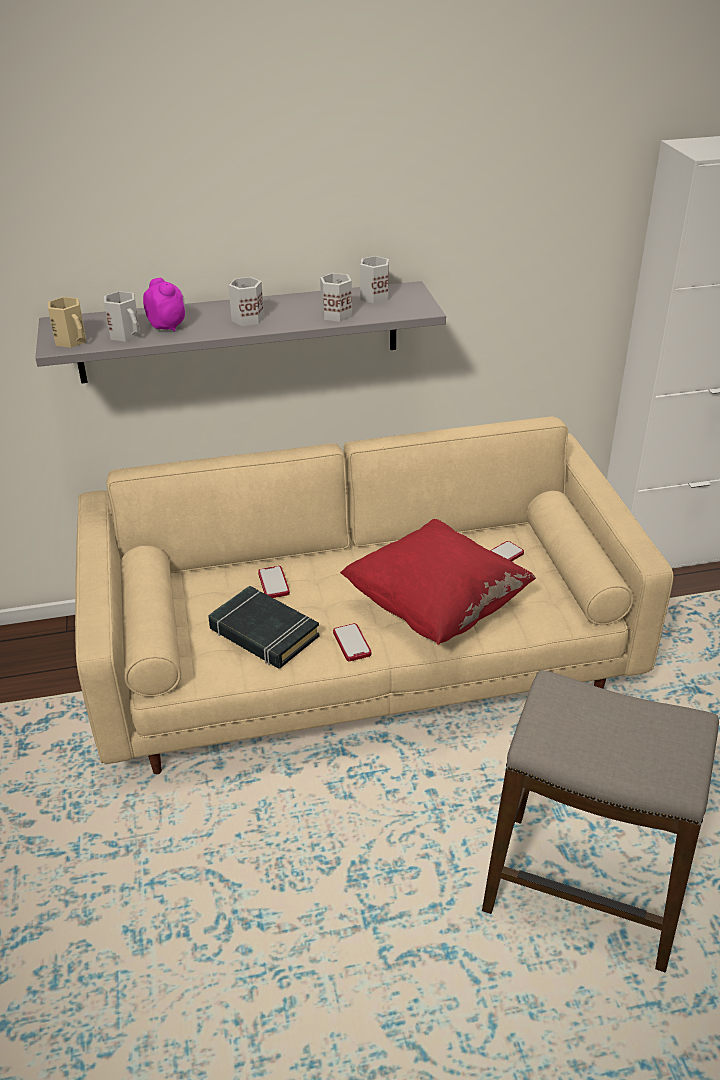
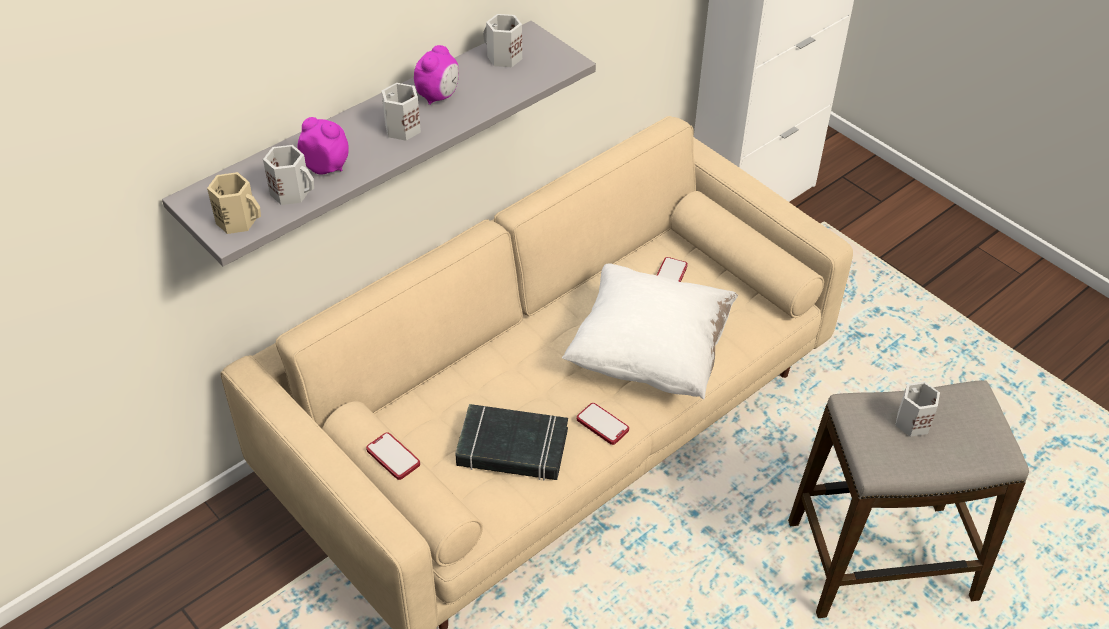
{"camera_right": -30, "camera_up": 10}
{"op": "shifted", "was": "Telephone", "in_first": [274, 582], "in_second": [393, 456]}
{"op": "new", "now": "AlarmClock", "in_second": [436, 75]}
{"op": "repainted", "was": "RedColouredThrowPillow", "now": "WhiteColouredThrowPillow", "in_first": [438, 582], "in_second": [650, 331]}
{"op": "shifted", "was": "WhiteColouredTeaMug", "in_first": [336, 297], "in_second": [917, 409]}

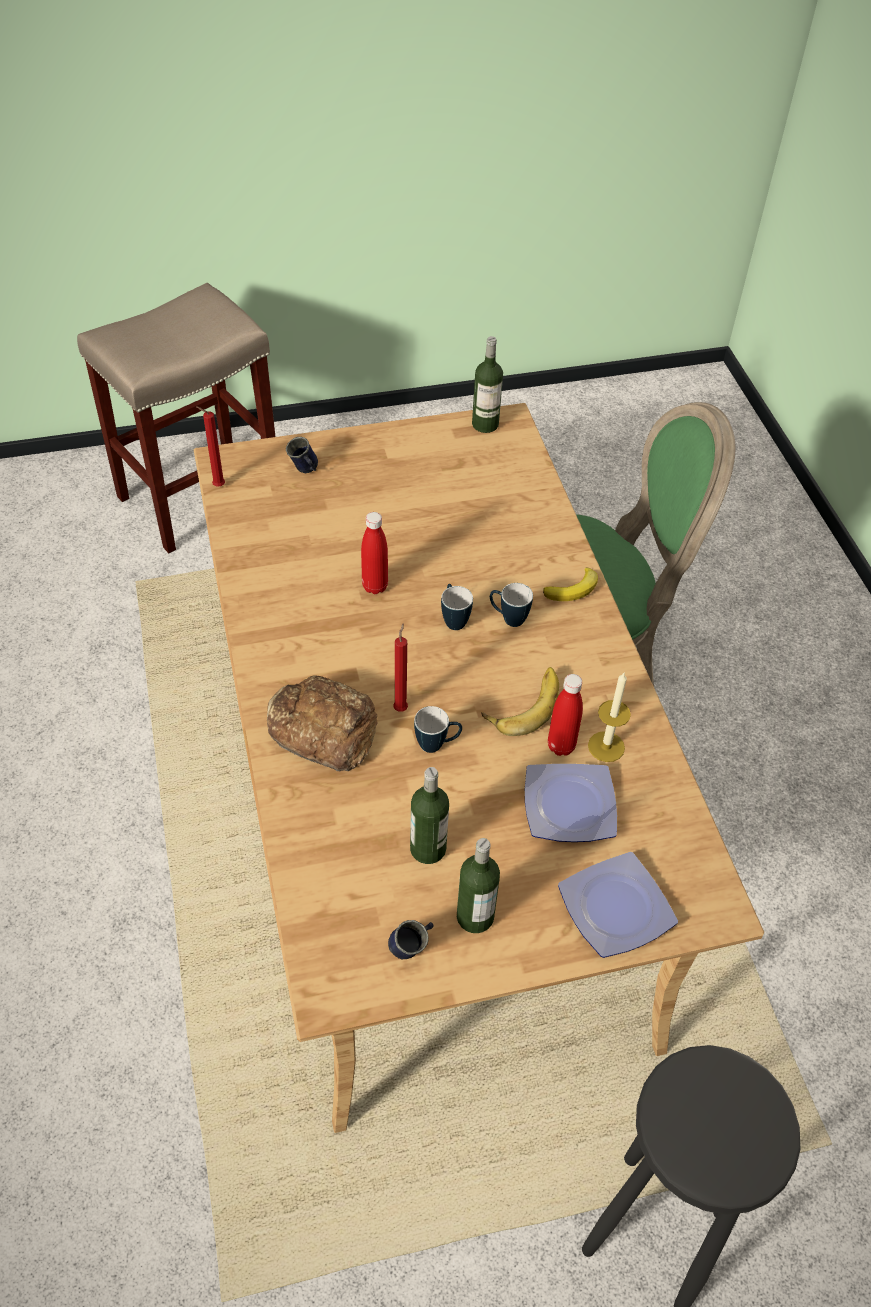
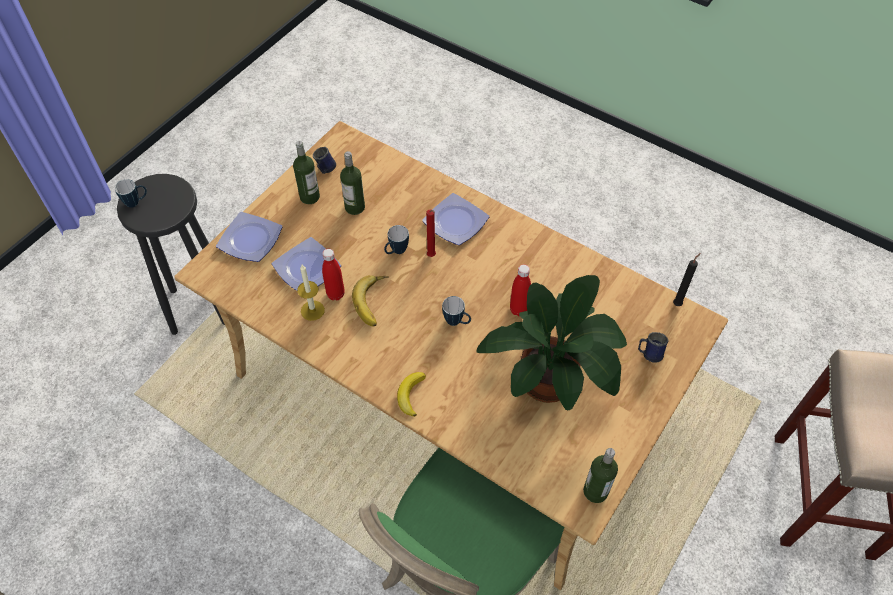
{"camera_right": 140, "camera_up": 5}
{"op": "shifted", "was": "TeaMug", "in_first": [511, 605], "in_second": [131, 193]}
{"op": "swapped", "was": "BakedBread", "now": "Plate", "in_first": [322, 723], "in_second": [455, 219]}
{"op": "new", "now": "Houseplant", "in_second": [551, 342]}
{"op": "repainted", "was": "RedColouredWaxCandle", "now": "BlackWaxCandle", "in_first": [210, 446], "in_second": [687, 279]}

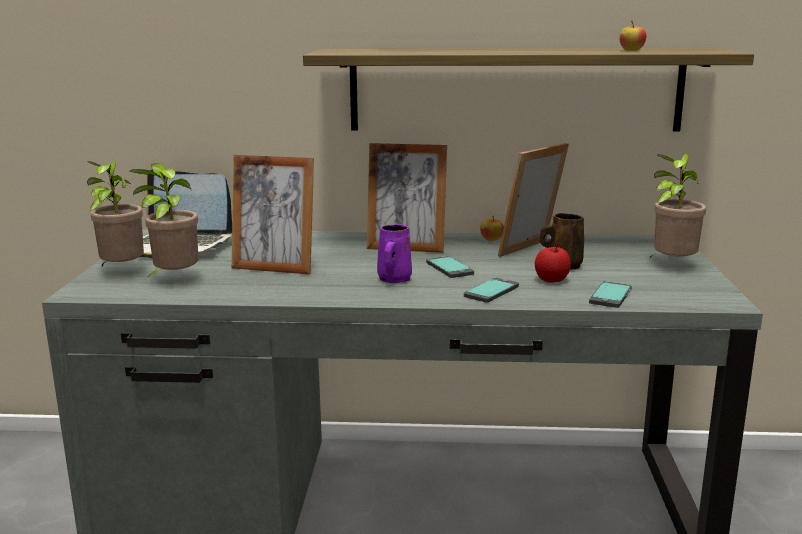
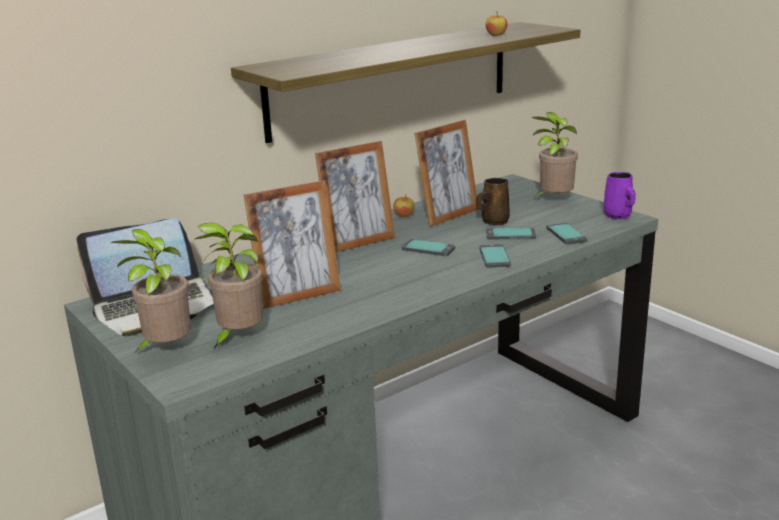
{"camera_right": -40, "camera_up": 5}
{"op": "rotated", "was": "StandingFrame", "in_first": [533, 200], "in_second": [446, 173], "clockwise": -135}
{"op": "swapped", "was": "AppleFruit", "now": "Telephone", "in_first": [553, 263], "in_second": [511, 233]}
{"op": "shifted", "was": "PurpleTeaMug", "in_first": [394, 253], "in_second": [619, 195]}

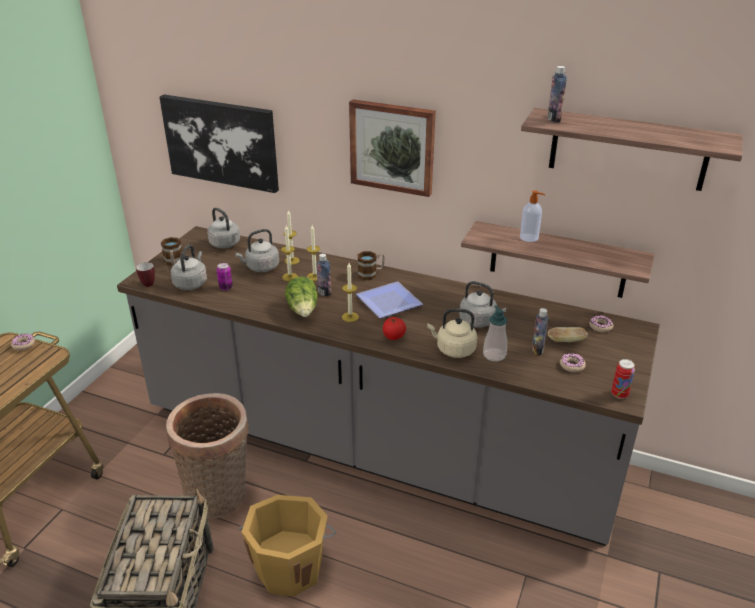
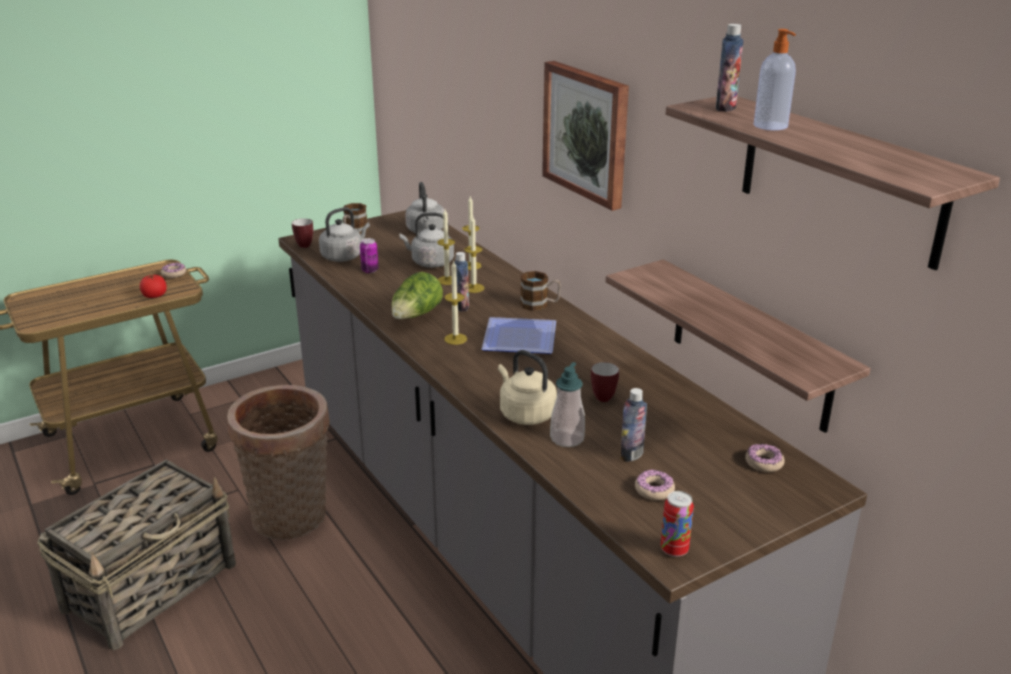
{"camera_right": 35, "camera_up": -5}
{"op": "shifted", "was": "Tomato", "in_first": [394, 328], "in_second": [153, 286]}
{"op": "swapped", "was": "GreyKettle", "now": "TeaMug", "in_first": [483, 304], "in_second": [605, 382]}
{"op": "shifted", "was": "SoapBottle", "in_first": [533, 216], "in_second": [775, 80]}
{"op": "gone", "was": "Picture", "in_first": [219, 144]}
{"op": "gone", "was": "OrangePail", "in_first": [288, 546]}
{"op": "gone", "was": "BakedBread", "in_first": [568, 334]}

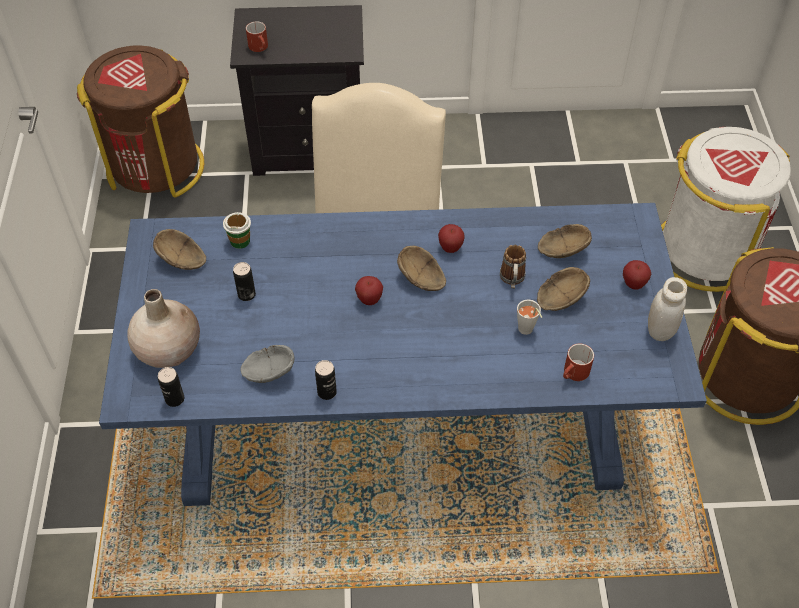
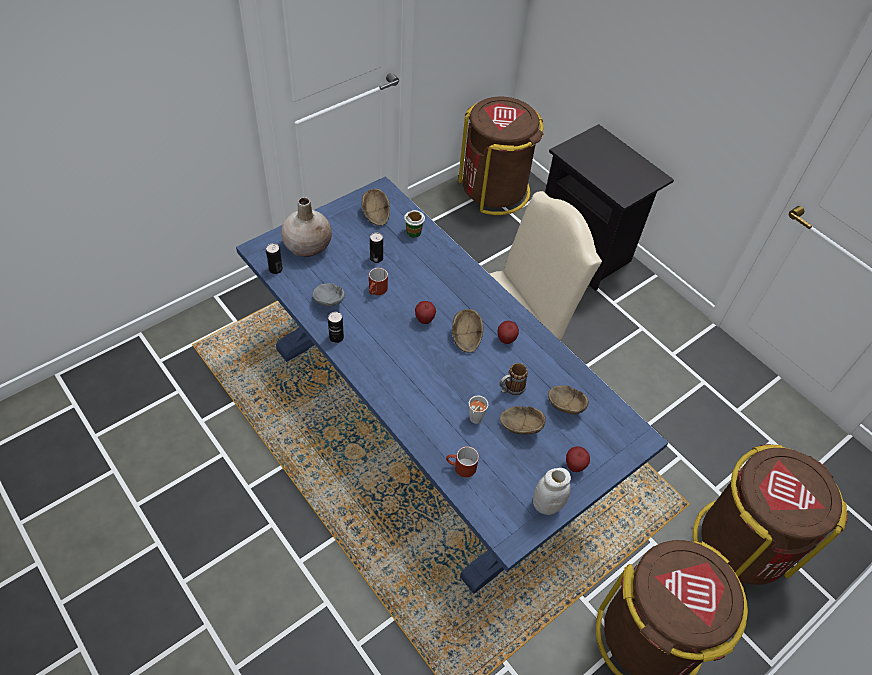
{"camera_right": 50, "camera_up": 0}
{"op": "shifted", "was": "RedColouredTeaMug", "in_first": [257, 36], "in_second": [378, 281]}
{"op": "repainted", "was": "WhiteColouredWasteBin", "now": "BrownWasteBin", "in_first": [726, 209], "in_second": [770, 514]}

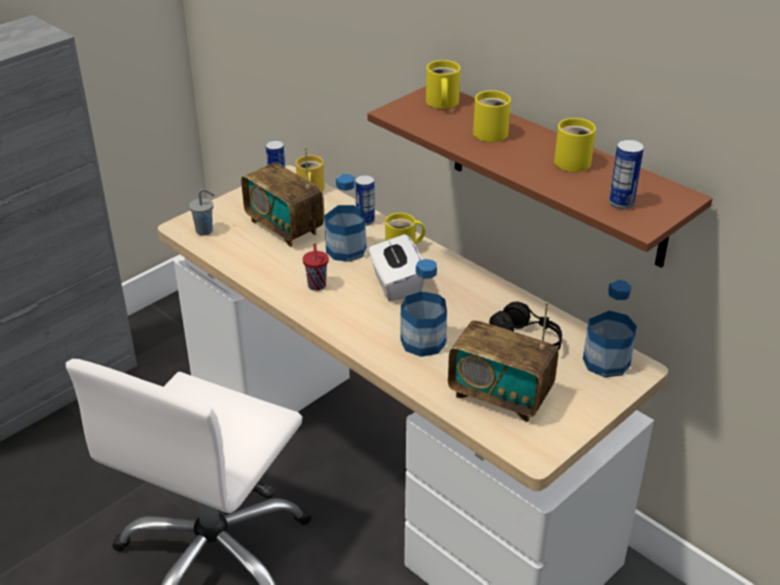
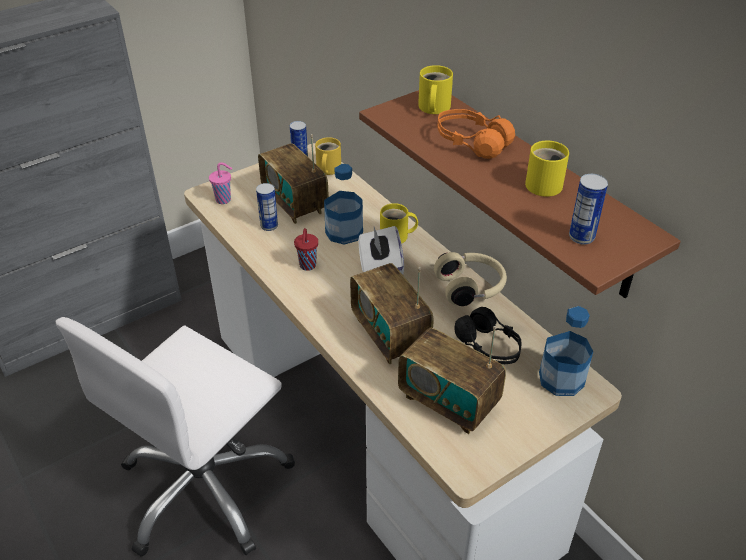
{"camera_right": 10, "camera_up": 5}
{"op": "repainted", "was": "GreyCup", "now": "PinkColouredCup", "in_first": [202, 212], "in_second": [220, 183]}
{"op": "shifted", "was": "SealedCan", "in_first": [365, 200], "in_second": [267, 207]}
{"op": "swapped", "was": "DrinkBottle", "now": "Radio", "in_first": [423, 308], "in_second": [392, 313]}
{"op": "new", "now": "SandColouredHeadphones", "in_second": [470, 279]}
{"op": "swapped", "was": "YellowishTeaMug", "now": "OrangeHeadphones", "in_first": [492, 116], "in_second": [476, 134]}

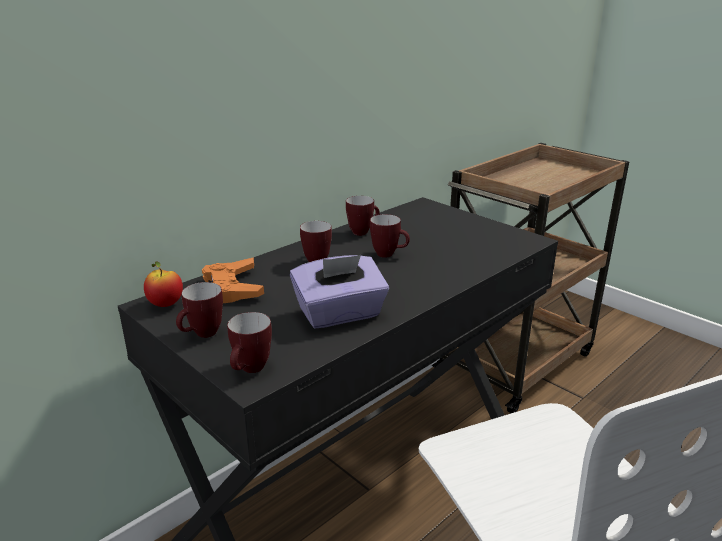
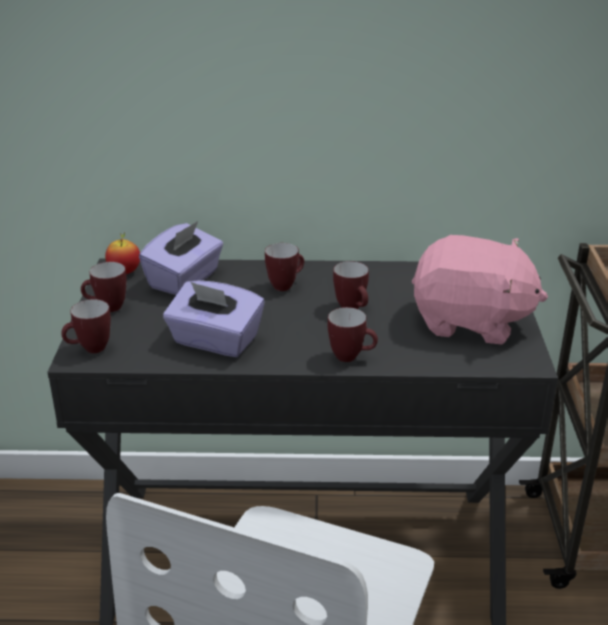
{"camera_right": 45, "camera_up": 5}
{"op": "swapped", "was": "OrangeGamepad", "now": "PurpleBoxOfTissues", "in_first": [233, 280], "in_second": [181, 258]}
{"op": "shifted", "was": "TeaMug", "in_first": [363, 216], "in_second": [353, 334]}
{"op": "new", "now": "PinkColouredSoftToy", "in_second": [480, 290]}

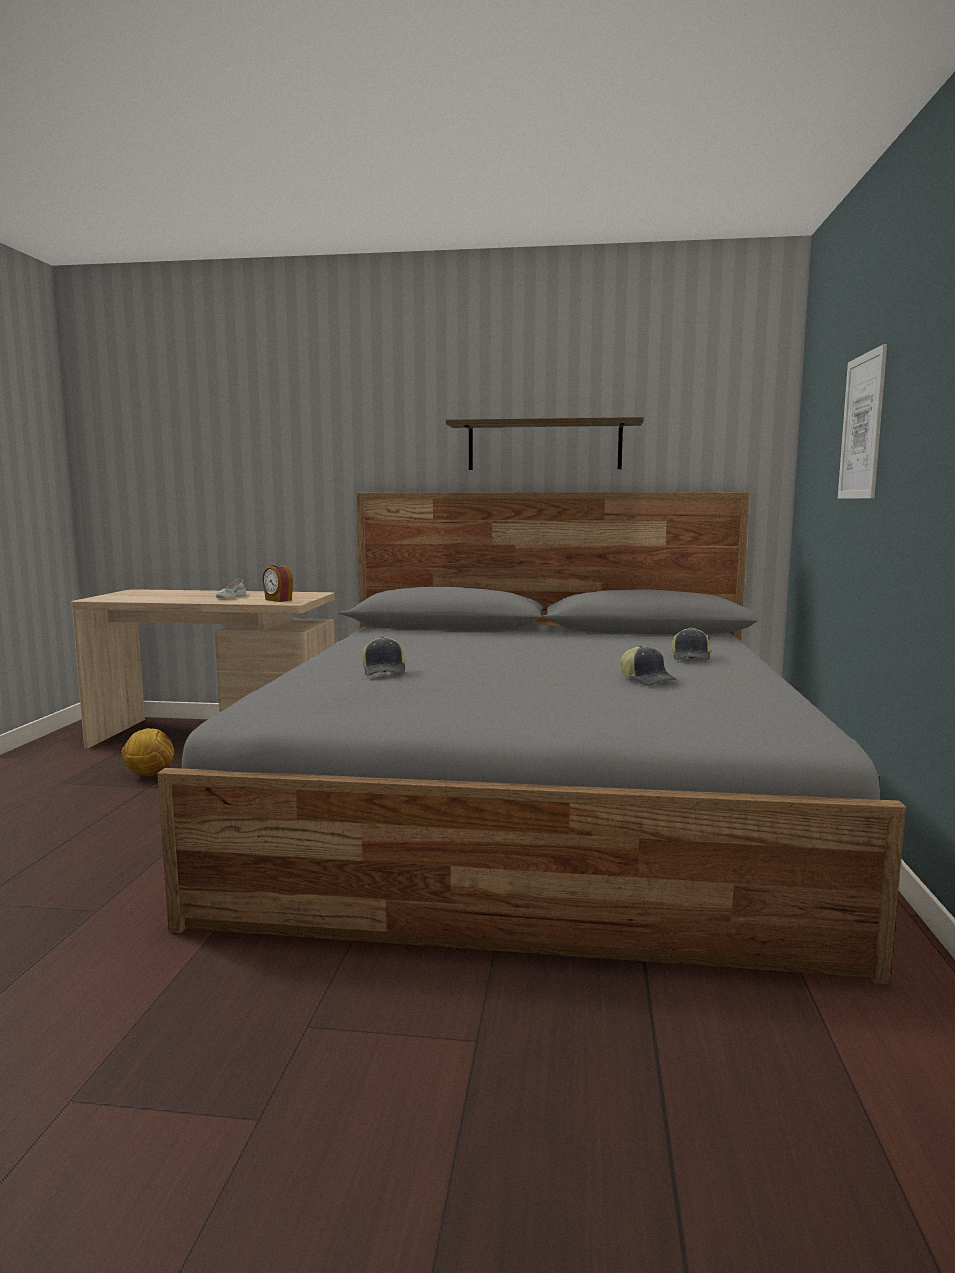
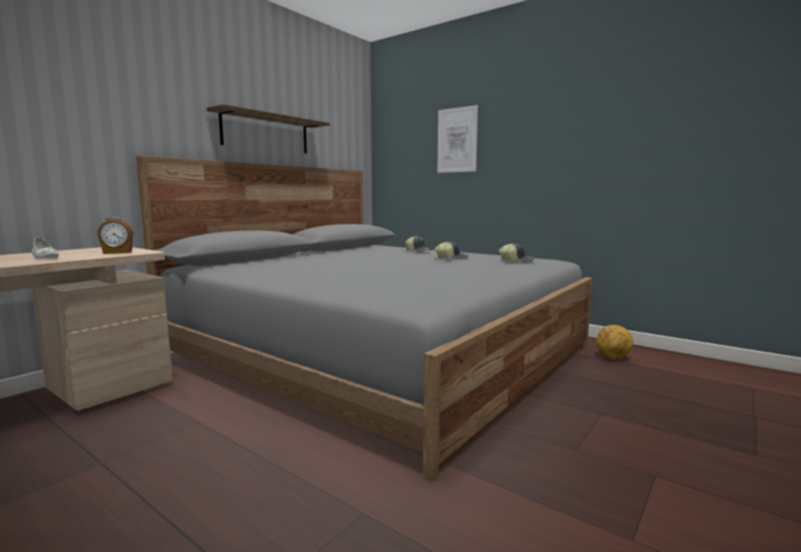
{"camera_right": -60, "camera_up": 0}
{"op": "shifted", "was": "PeakedCap", "in_first": [384, 656], "in_second": [517, 253]}
{"op": "shifted", "was": "FootballBall", "in_first": [147, 752], "in_second": [614, 342]}

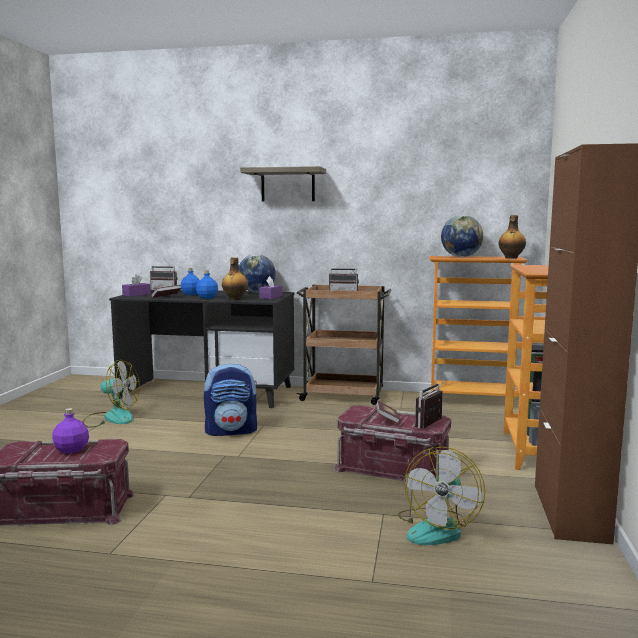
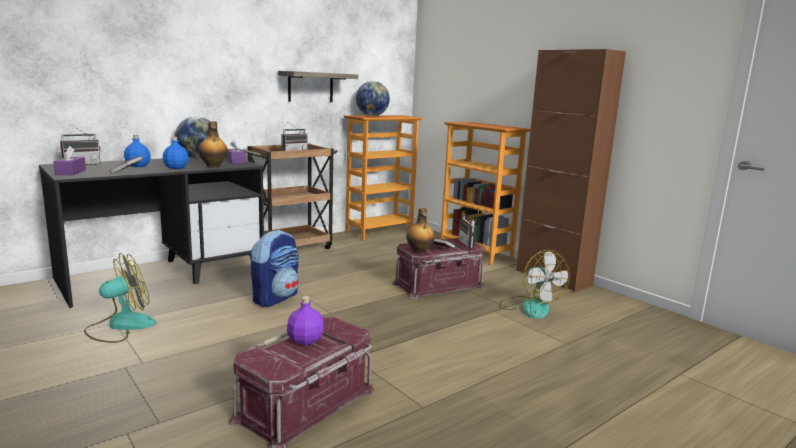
{"camera_right": -50, "camera_up": 5}
{"op": "shifted", "was": "BracketShelf", "in_first": [283, 183], "in_second": [318, 86]}
{"op": "shifted", "was": "DrinkBottle", "in_first": [512, 237], "in_second": [420, 231]}

